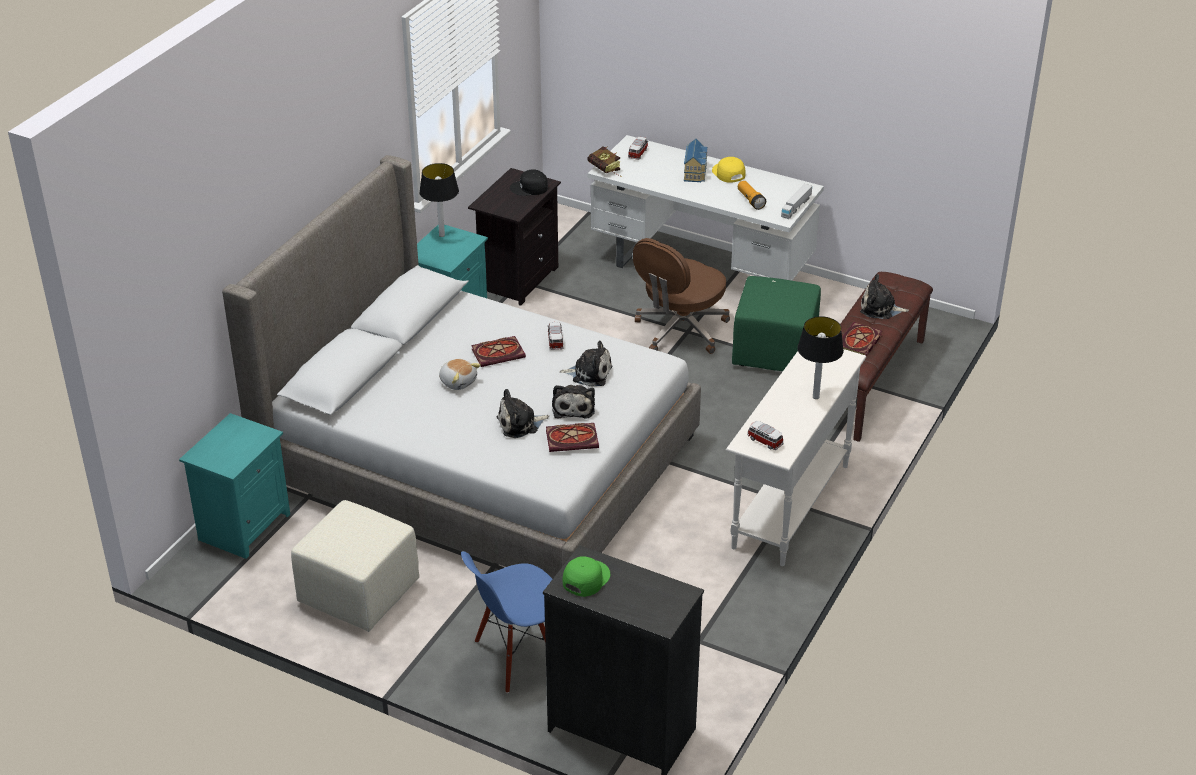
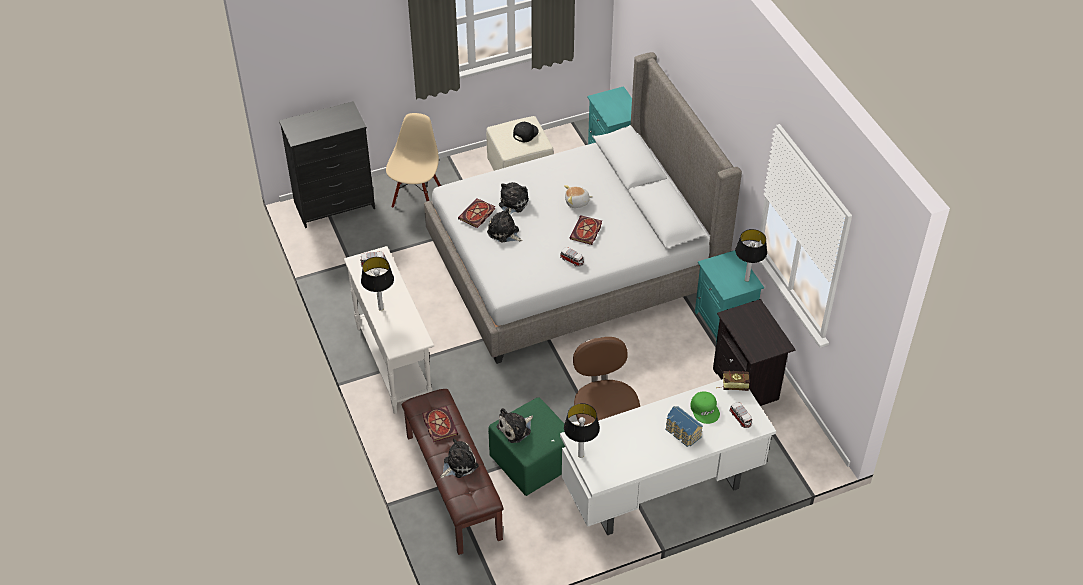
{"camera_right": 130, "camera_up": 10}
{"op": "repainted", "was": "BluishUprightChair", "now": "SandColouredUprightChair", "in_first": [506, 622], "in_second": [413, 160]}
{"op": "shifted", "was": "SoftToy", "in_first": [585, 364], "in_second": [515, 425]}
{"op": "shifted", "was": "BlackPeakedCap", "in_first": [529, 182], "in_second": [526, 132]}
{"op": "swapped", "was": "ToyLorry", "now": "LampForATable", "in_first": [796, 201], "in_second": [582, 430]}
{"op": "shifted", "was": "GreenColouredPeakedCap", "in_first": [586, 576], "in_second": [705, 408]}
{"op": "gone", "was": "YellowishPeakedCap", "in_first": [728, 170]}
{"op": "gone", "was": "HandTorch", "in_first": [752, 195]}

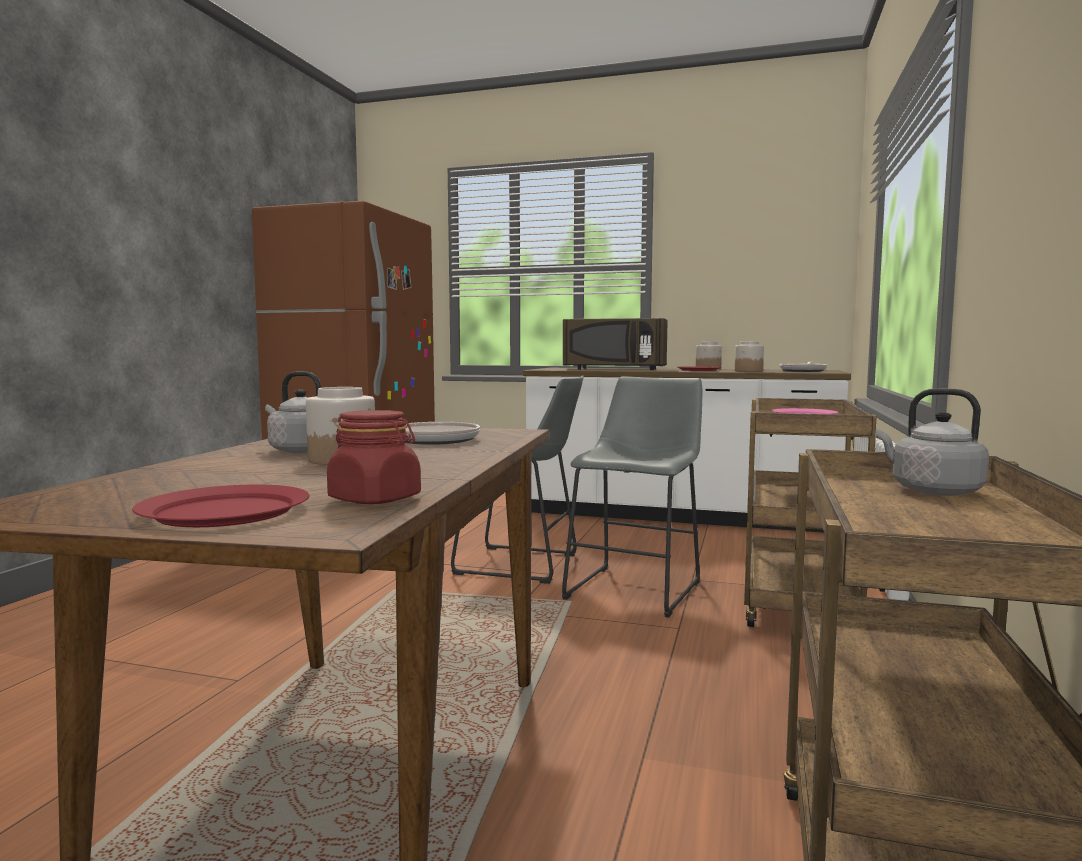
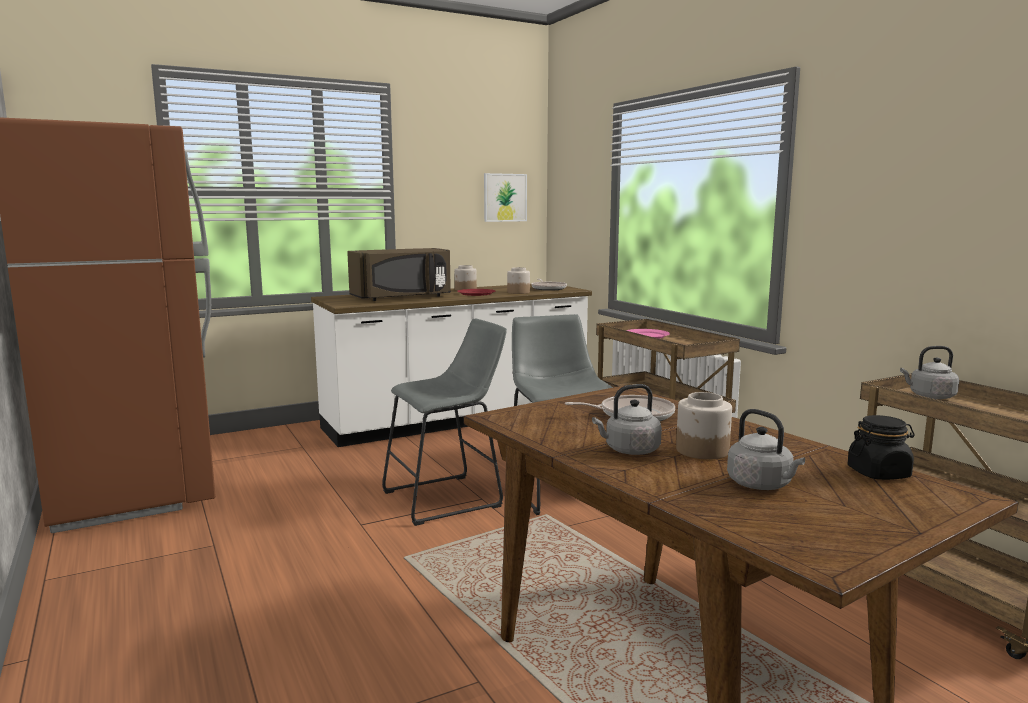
{"camera_right": -45, "camera_up": 5}
{"op": "new", "now": "Picture", "in_second": [505, 197]}
{"op": "new", "now": "GreyKettle", "in_second": [766, 449]}
{"op": "repainted", "was": "RedColouredStorageJar", "now": "BlackStorageJar", "in_first": [374, 457], "in_second": [881, 447]}
{"op": "gone", "was": "RedColouredPlate", "in_first": [220, 505]}

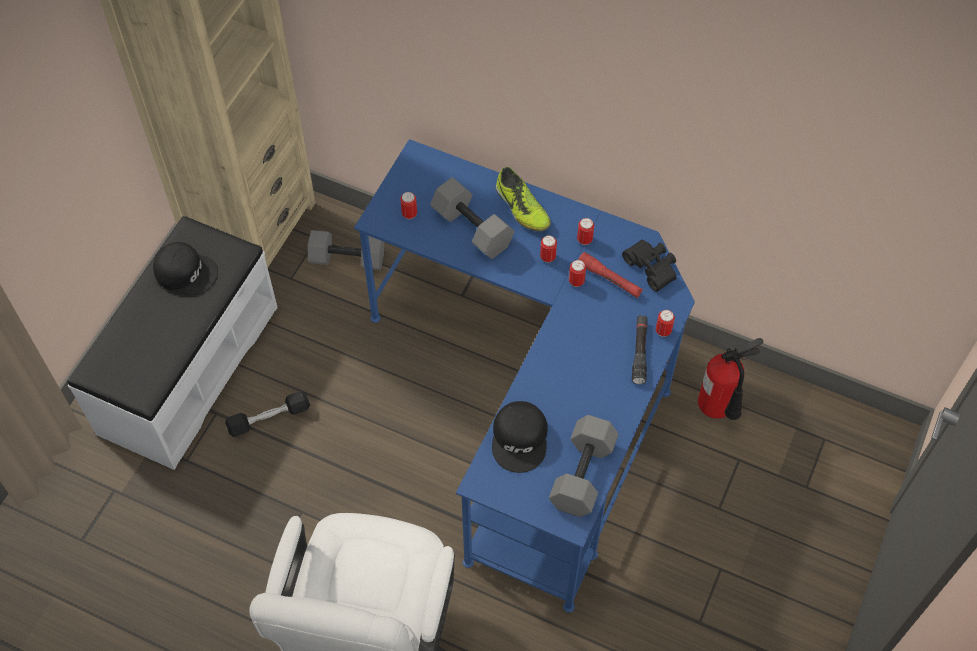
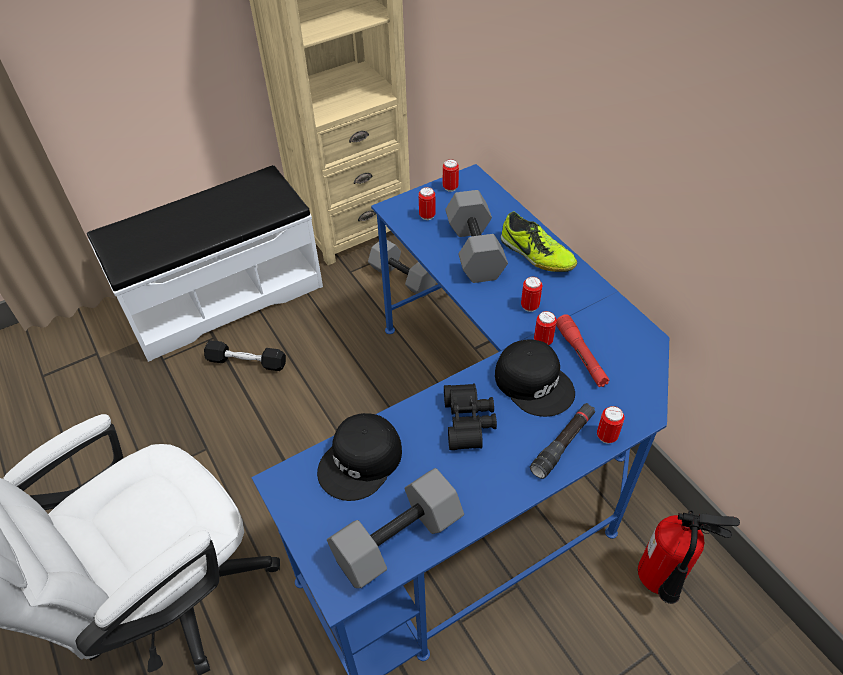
{"camera_right": 35, "camera_up": -10}
{"op": "shifted", "was": "SealedCan", "in_first": [585, 231], "in_second": [451, 175]}
{"op": "shifted", "was": "BlackBinoculars", "in_first": [649, 266], "in_second": [470, 416]}
{"op": "shifted", "was": "BlackPeakedCap", "in_first": [185, 268], "in_second": [535, 378]}
{"op": "rotated", "was": "Shoe", "in_first": [523, 199], "in_second": [539, 241], "clockwise": -45}

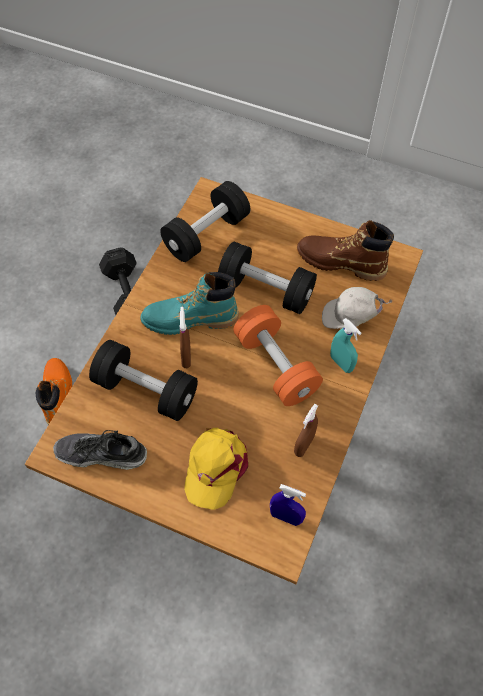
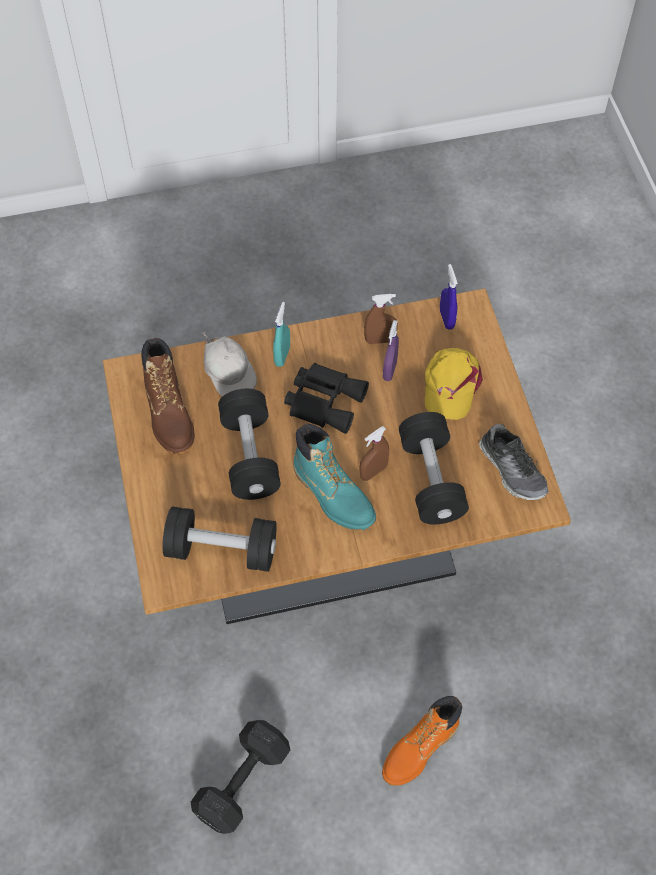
{"camera_right": -125, "camera_up": 0}
{"op": "swapped", "was": "OrangeDumbbell", "now": "BlackBinoculars", "in_first": [278, 355], "in_second": [326, 398]}
{"op": "new", "now": "PurpleHandSprayer", "in_second": [391, 350]}
{"op": "rotated", "was": "YellowishPeakedCap", "in_first": [216, 469], "in_second": [454, 384], "clockwise": 120}

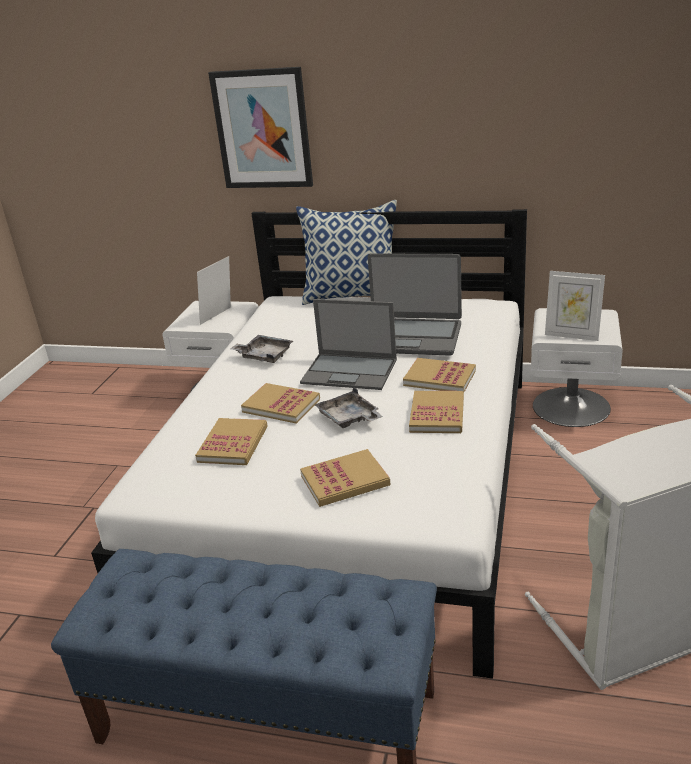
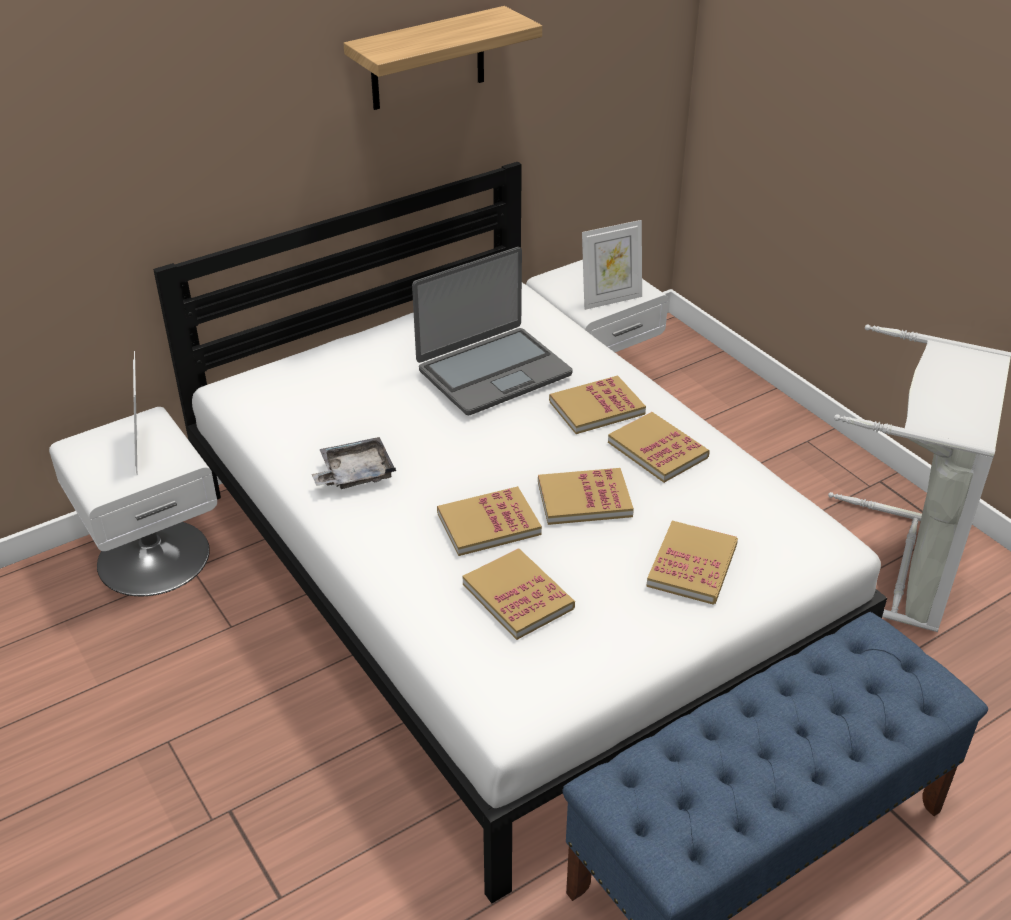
{"camera_right": -50, "camera_up": 10}
{"op": "new", "now": "BracketShelf", "in_second": [442, 58]}
{"op": "swapped", "was": "GreyServingTray", "now": "BoundBook", "in_first": [349, 407], "in_second": [586, 496]}
{"op": "gone", "was": "Picture", "in_first": [260, 127]}
{"op": "gone", "was": "ThrowPillow", "in_first": [346, 252]}
{"op": "gone", "was": "NotebookComputer", "in_first": [348, 344]}

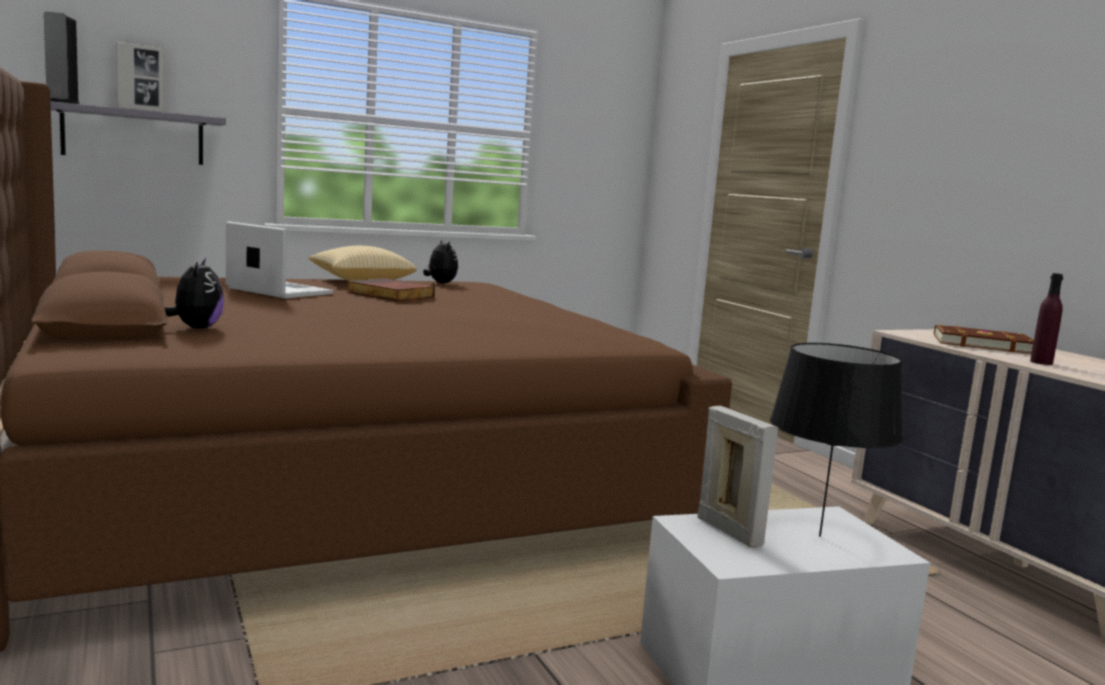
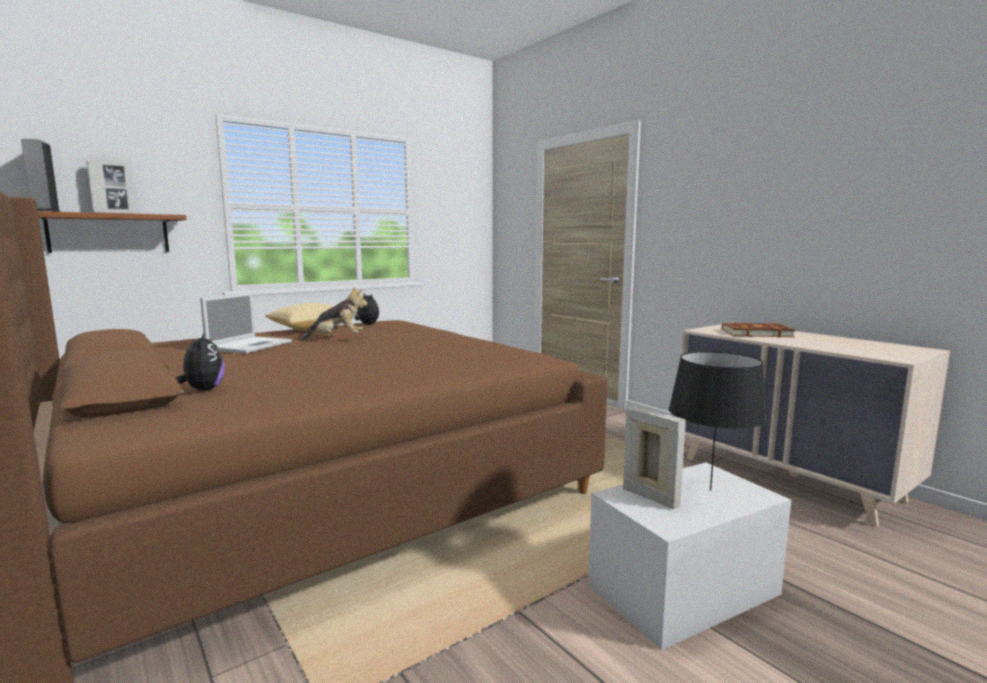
{"camera_right": -10, "camera_up": 0}
{"op": "repainted", "was": "GreyBracketShelf", "now": "BrownBracketShelf", "in_first": [138, 133], "in_second": [112, 232]}
{"op": "rotated", "was": "NotebookComputer", "in_first": [279, 260], "in_second": [246, 323], "clockwise": 90}
{"op": "swapped", "was": "BoundBook", "now": "SoftToy", "in_first": [391, 289], "in_second": [334, 314]}
{"op": "gone", "was": "PurpleDrinkBottle", "in_first": [1046, 319]}

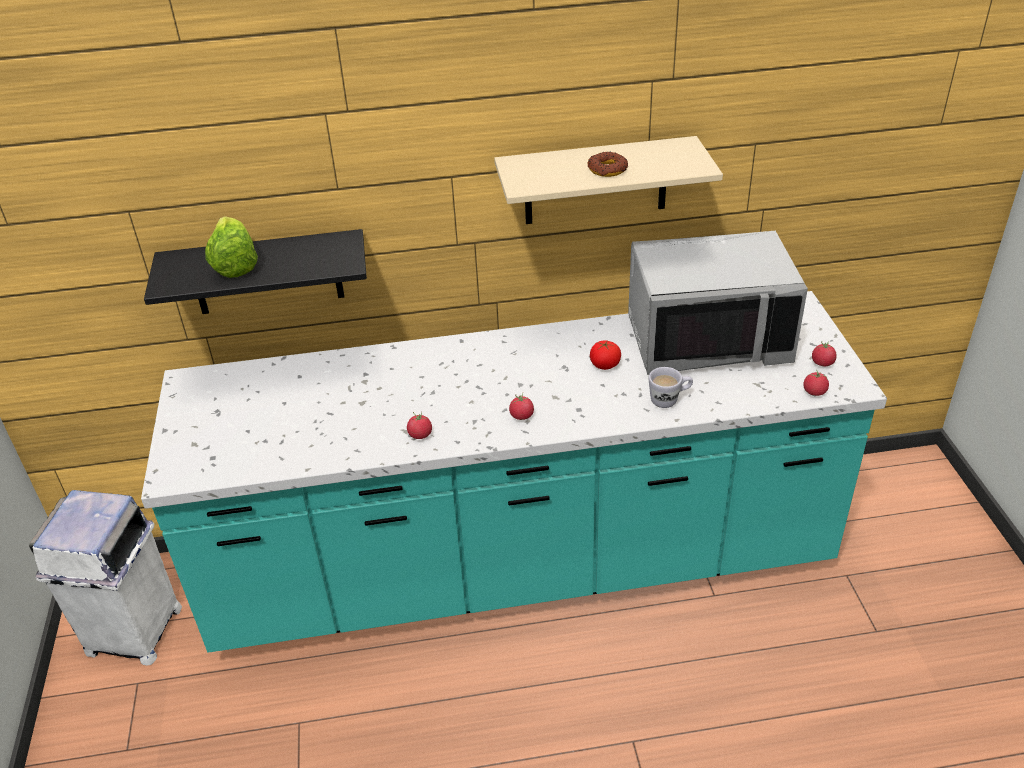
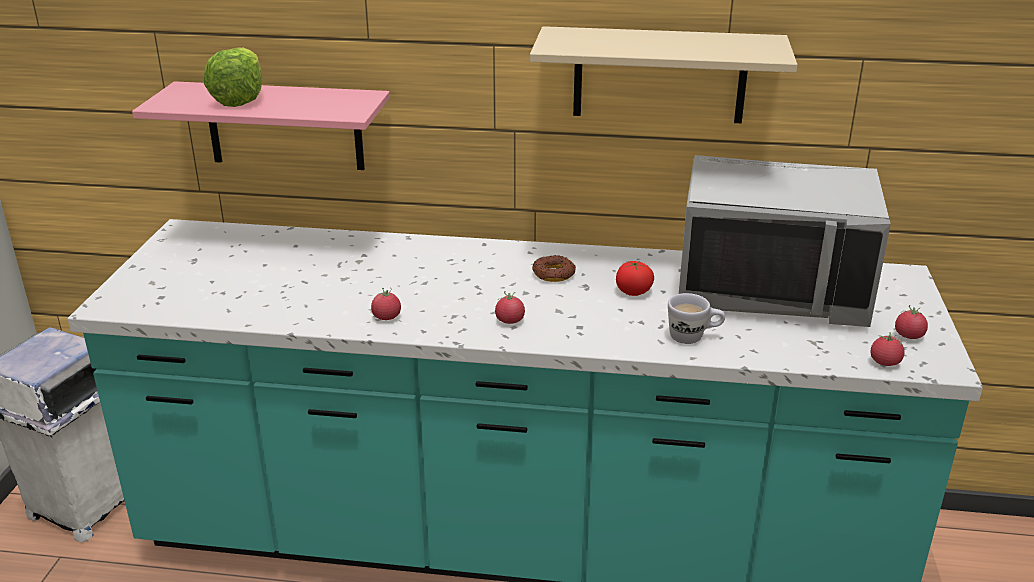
{"camera_right": 15, "camera_up": -10}
{"op": "repainted", "was": "BlackBracketShelf", "now": "PinkColouredBracketShelf", "in_first": [255, 271], "in_second": [261, 125]}
{"op": "shifted", "was": "Donut", "in_first": [608, 164], "in_second": [554, 268]}

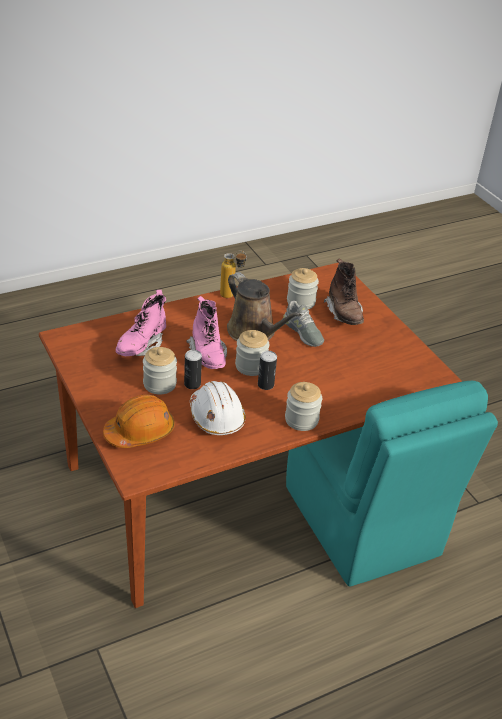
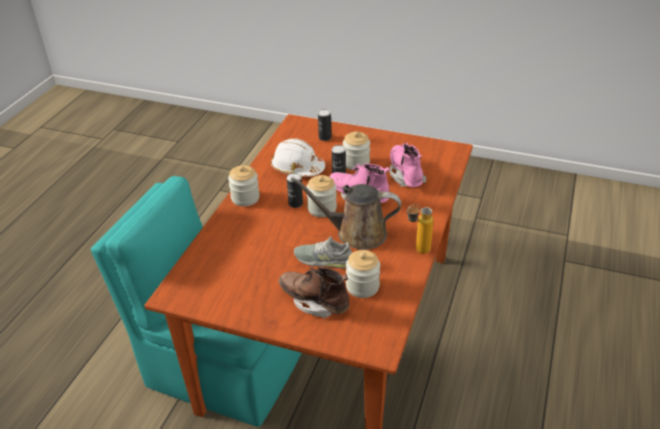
{"camera_right": 140, "camera_up": 0}
{"op": "swapped", "was": "OrangeWorkHelmet", "now": "SealedCan", "in_first": [139, 421], "in_second": [324, 125]}

